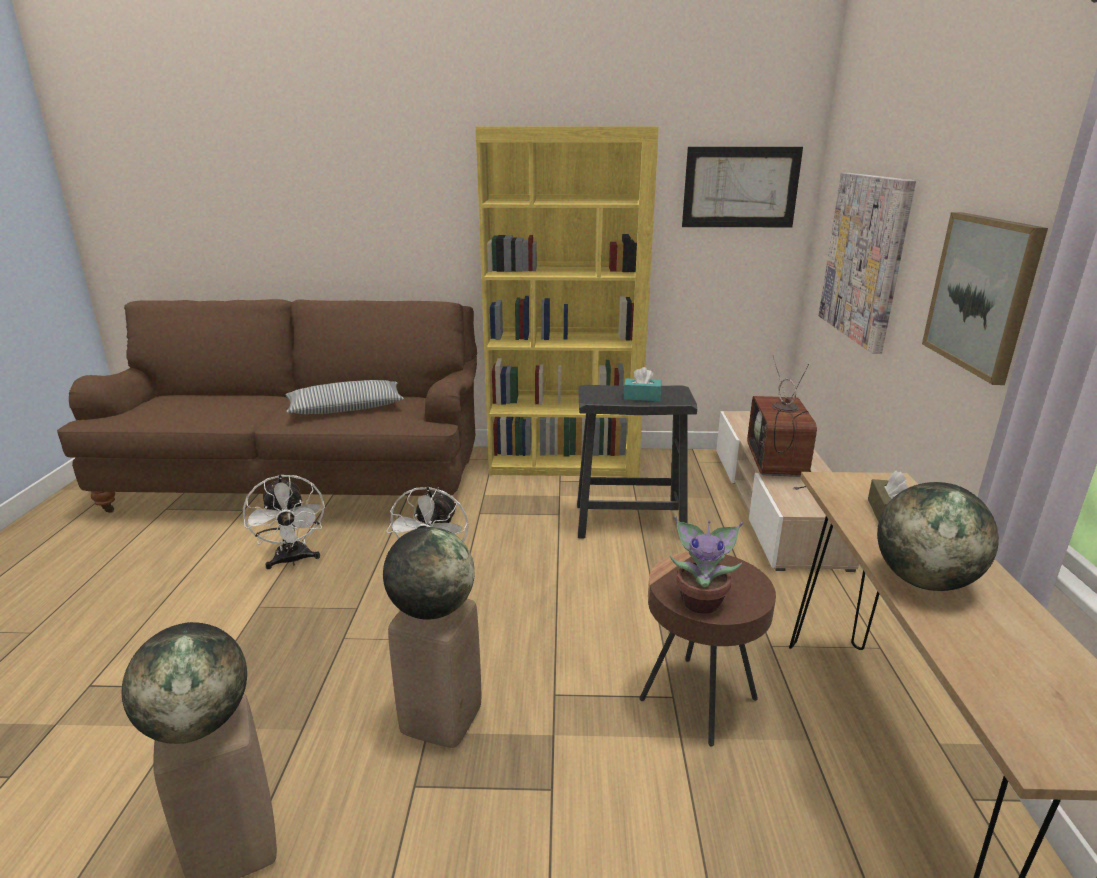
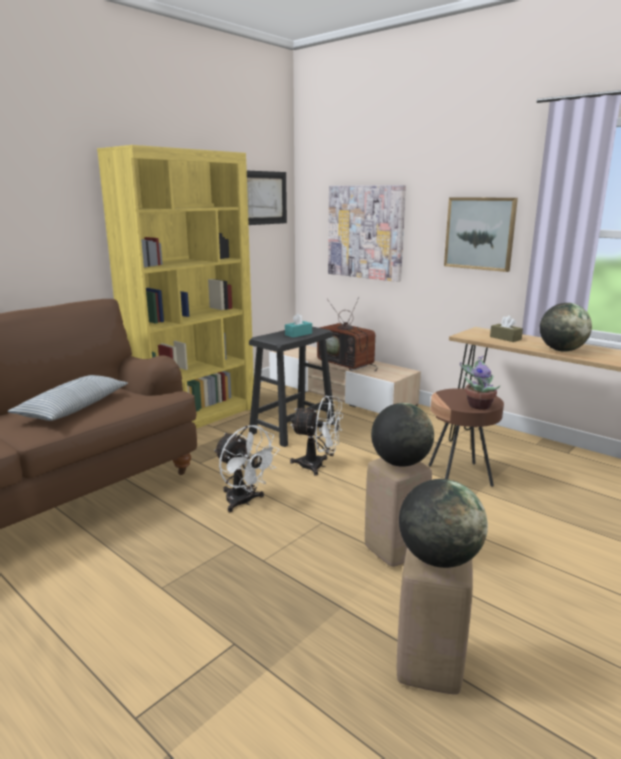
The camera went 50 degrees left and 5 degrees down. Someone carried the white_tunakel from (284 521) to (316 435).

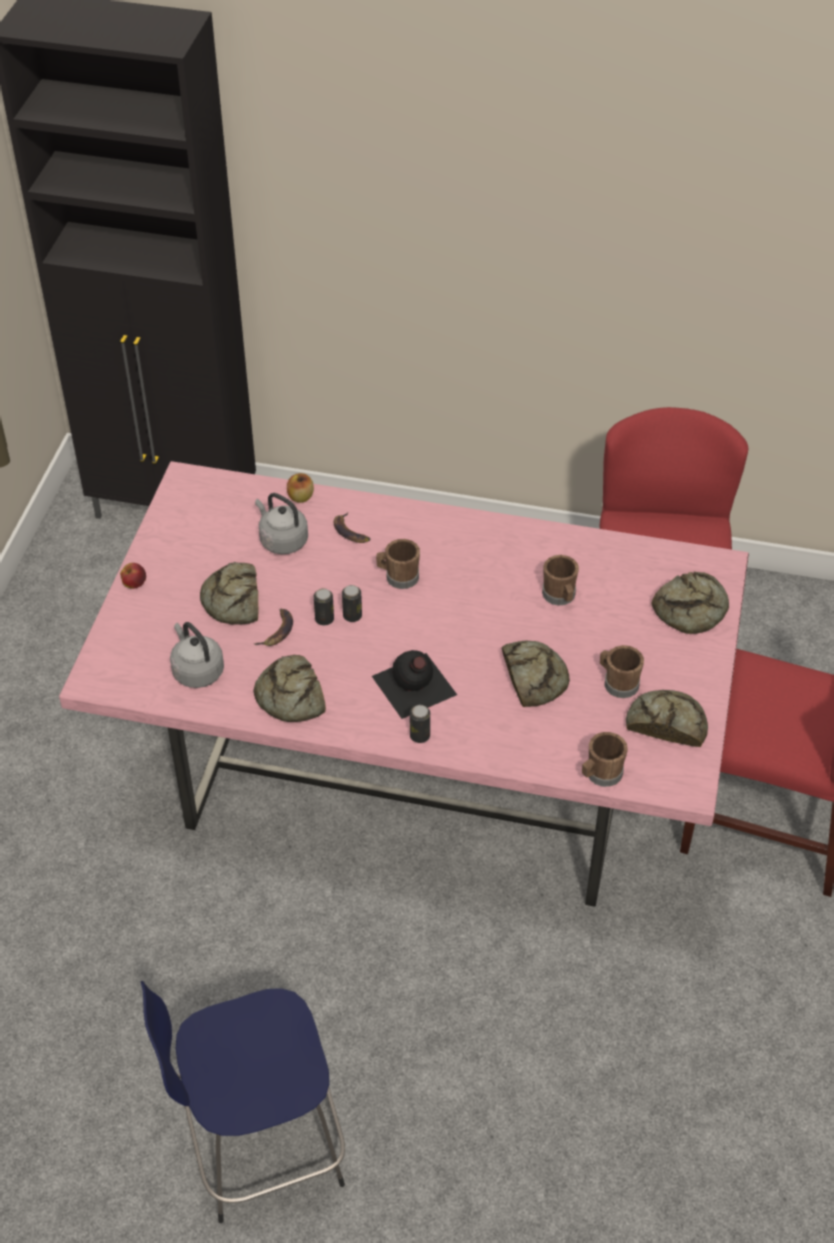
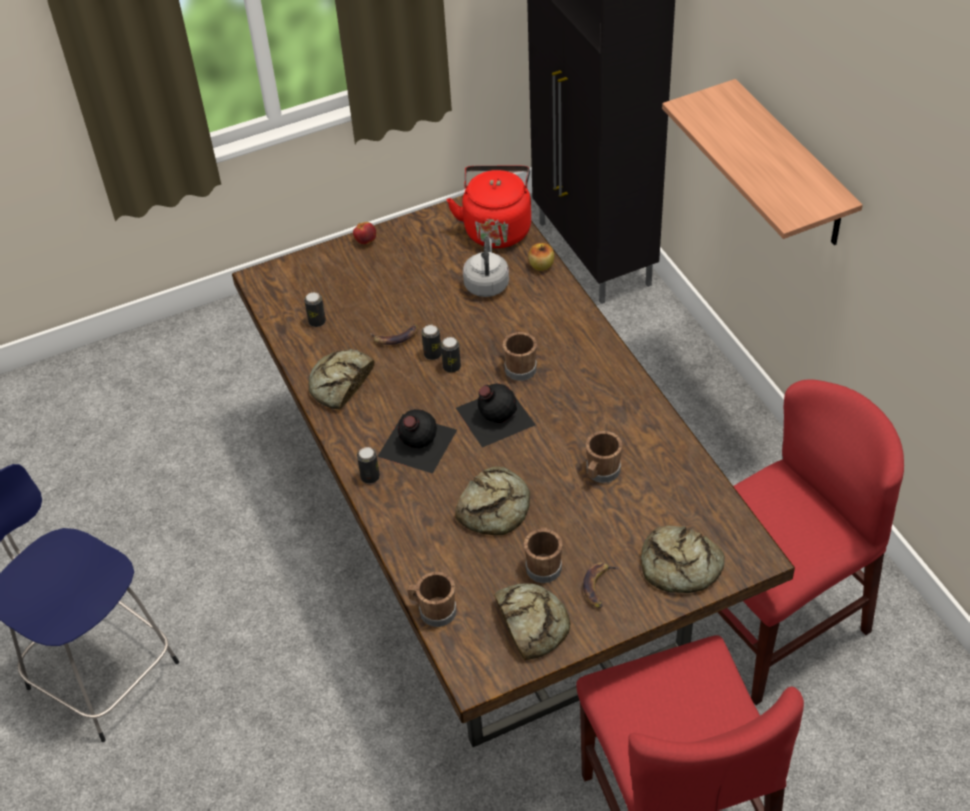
The camera went 55 degrees right and 0 degrees up. Someone took away the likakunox at (229 593). Someone put down the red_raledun at (489 207). Someone put down the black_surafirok at (495 415). Someone put up the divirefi at (762 162). Someone carried the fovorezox from (352 527) to (601 585). Someone swapped the grey_raledun at (197 655) for the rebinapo at (315 309). Someone repainted the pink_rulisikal at (404 684), which became the brown_rulisikal at (513 471).

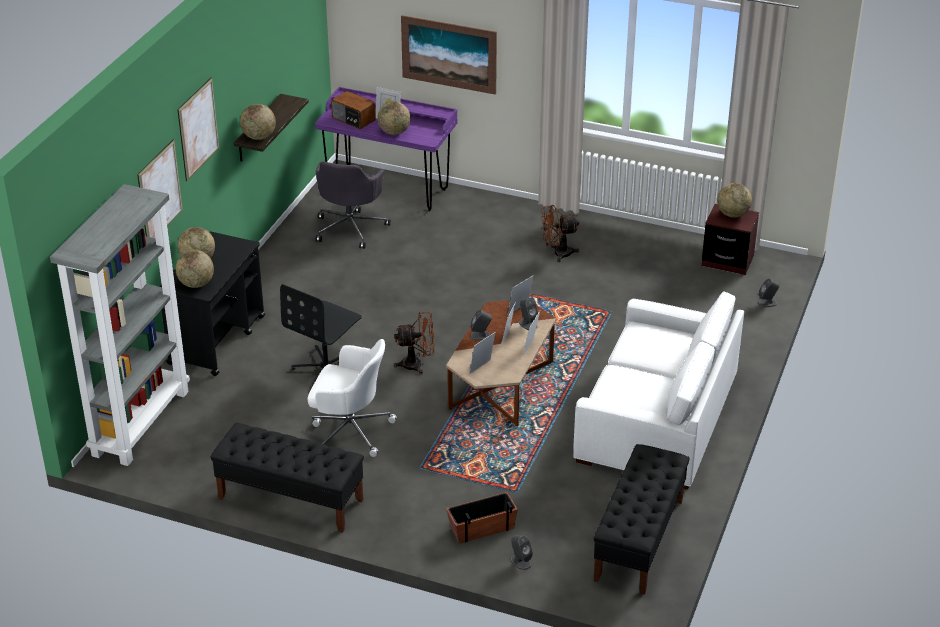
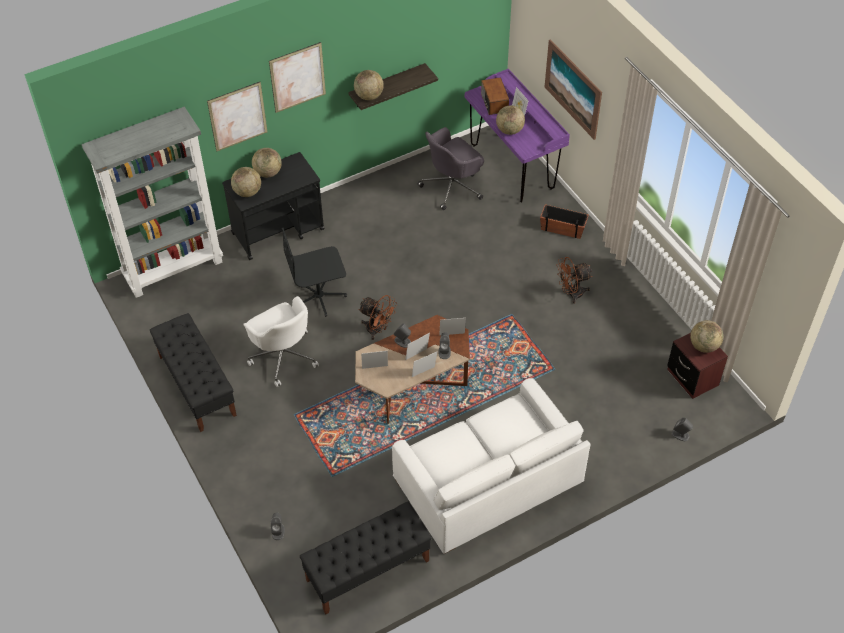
The camera went 40 degrees right and 15 degrees up. Someone carried the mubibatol from (482 518) to (564 221). Someone rotated the brown_tunakel at (560 233) by 45 degrees counterclockwise.

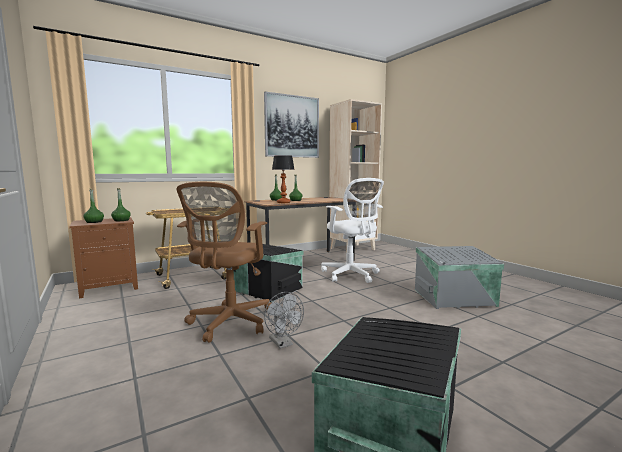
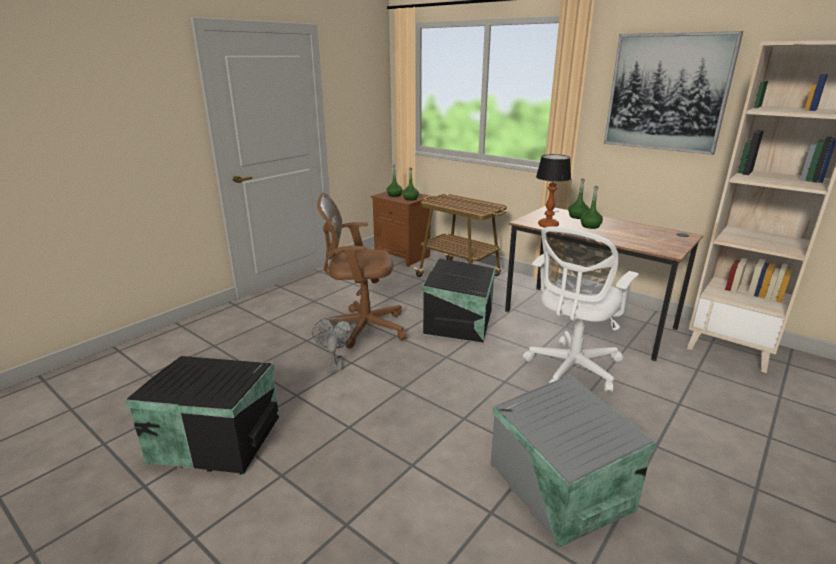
The camera went 70 degrees right and 15 degrees up. Someone rotated the grey_tunakel at (284 320) by 135 degrees clockwise.

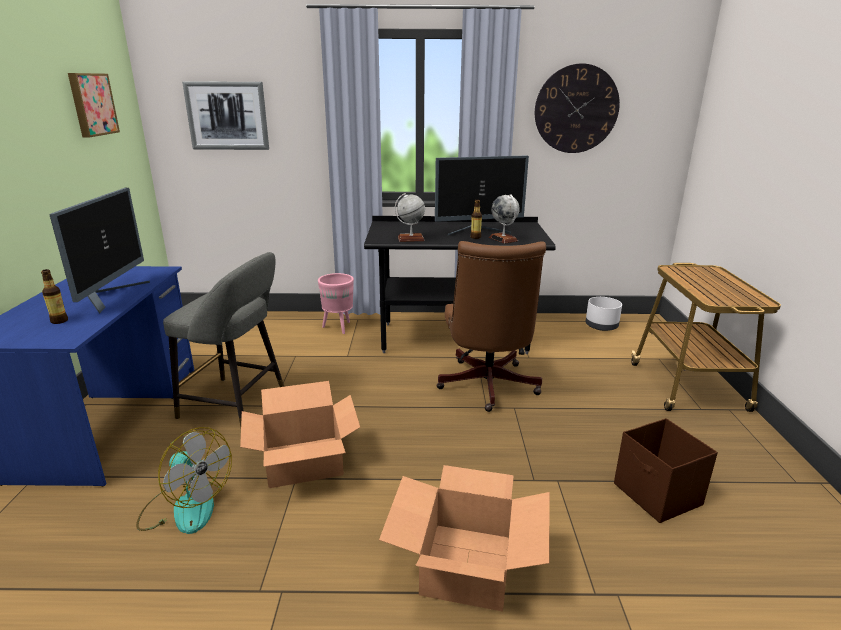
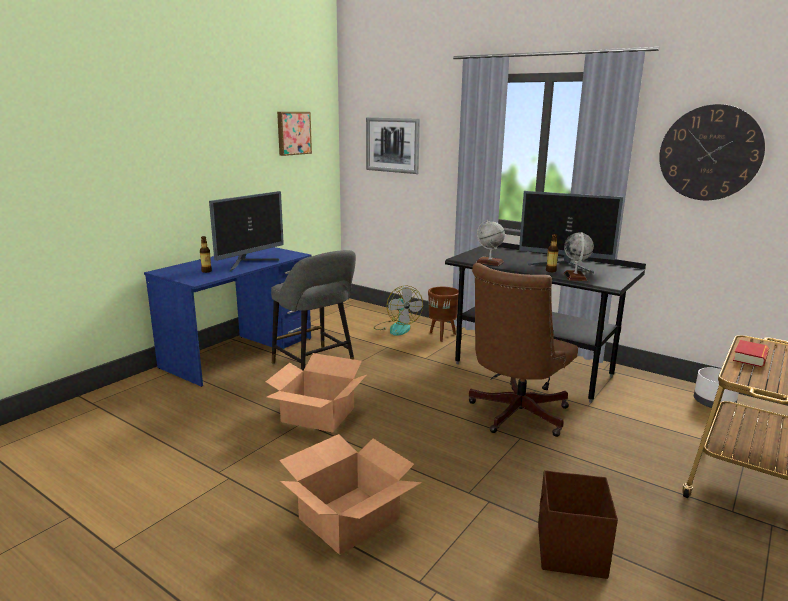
The camera went 35 degrees right and 5 degrees down. Someone put down the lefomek at (751 353). Someone carried the tunakel from (184 480) to (398 310). Someone repainted the pink_mubibatol at (336 303), which became the brown_mubibatol at (443 314).

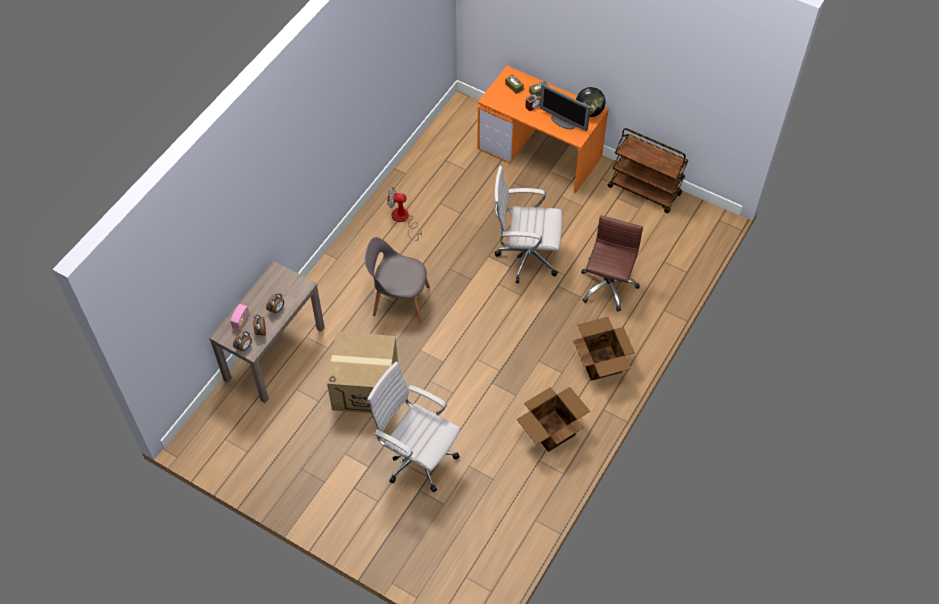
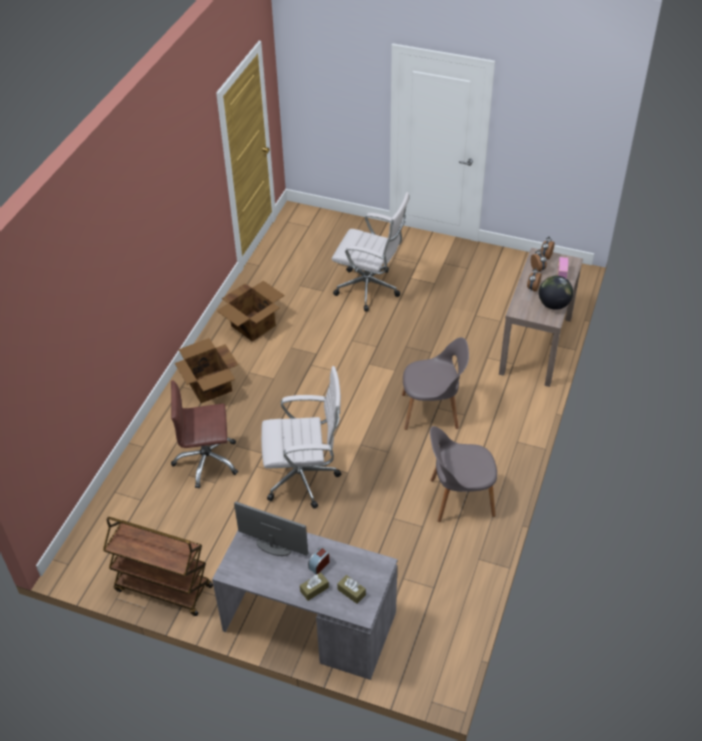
The camera went 170 degrees right and 10 degrees down. Someone took away the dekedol at (362 372). Someone carried the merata from (590 102) to (556 293). Someone swapped the tunakel at (404 214) for the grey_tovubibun at (463 474). Someone repainted the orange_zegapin at (543 130), which became the grey_zegapin at (305 605). Someone rotated the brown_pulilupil at (612 263) by 75 degrees clockwise.

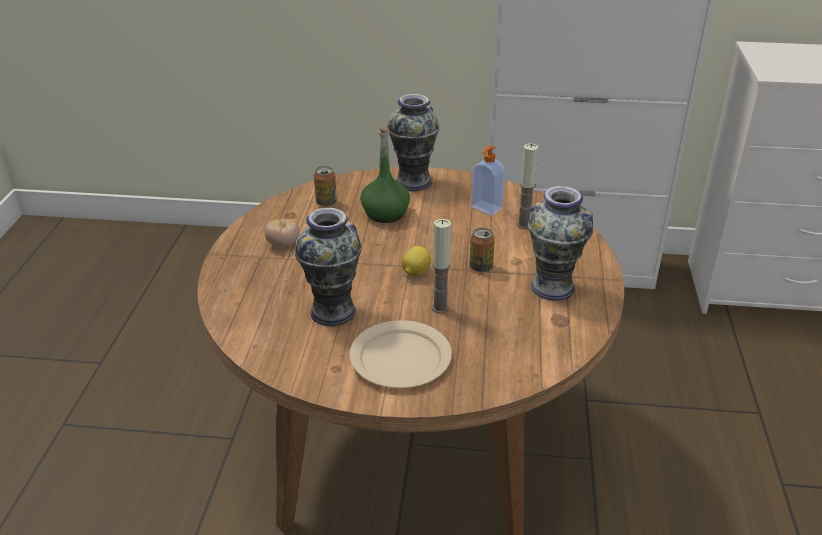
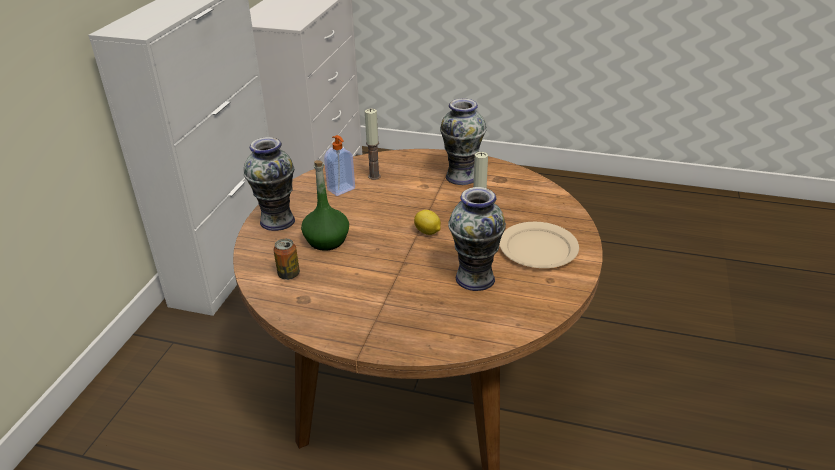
The camera went 80 degrees left and 0 degrees up. Someone took away the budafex at (281 233). Someone took away the rebinapo at (482 250).

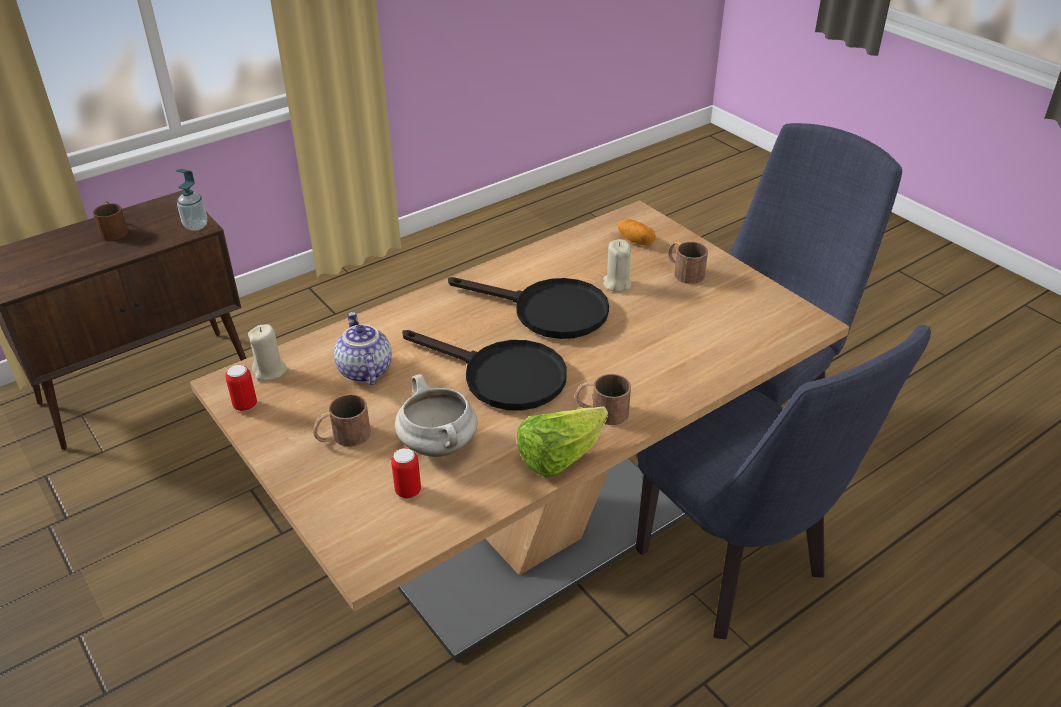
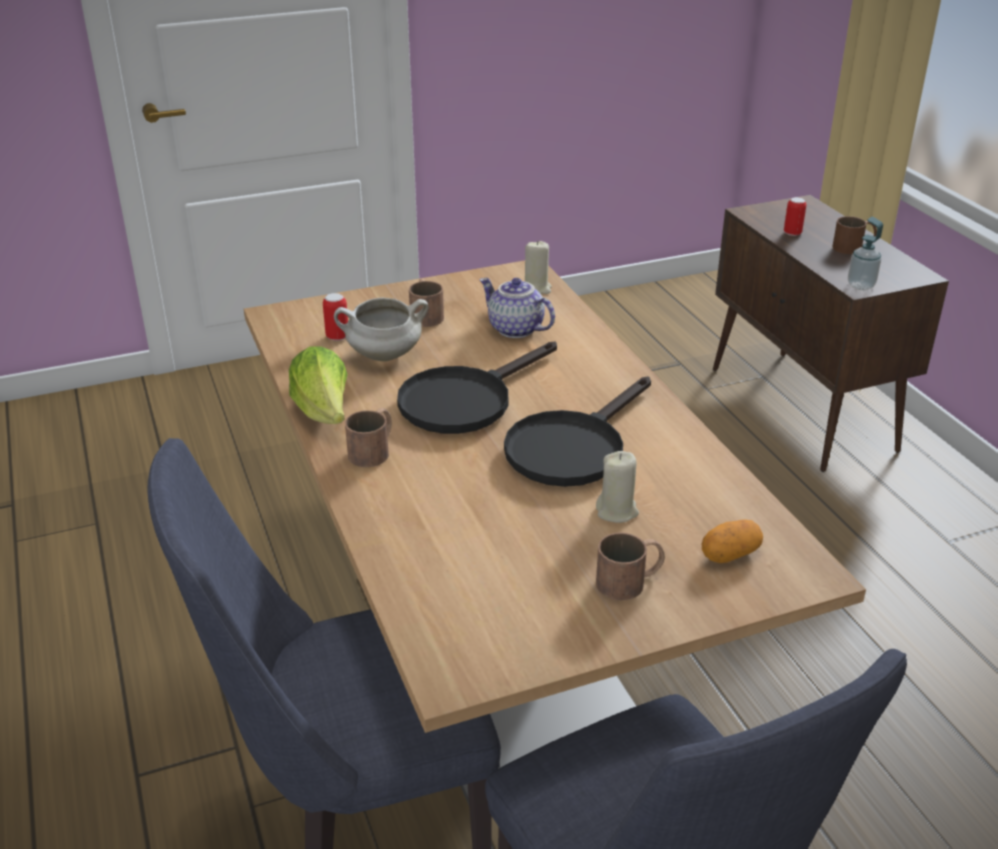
The camera went 105 degrees right and 5 degrees down. Someone carried the rebinapo from (241 388) to (795 216). Someone rotated the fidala at (363 348) by 135 degrees counterclockwise.

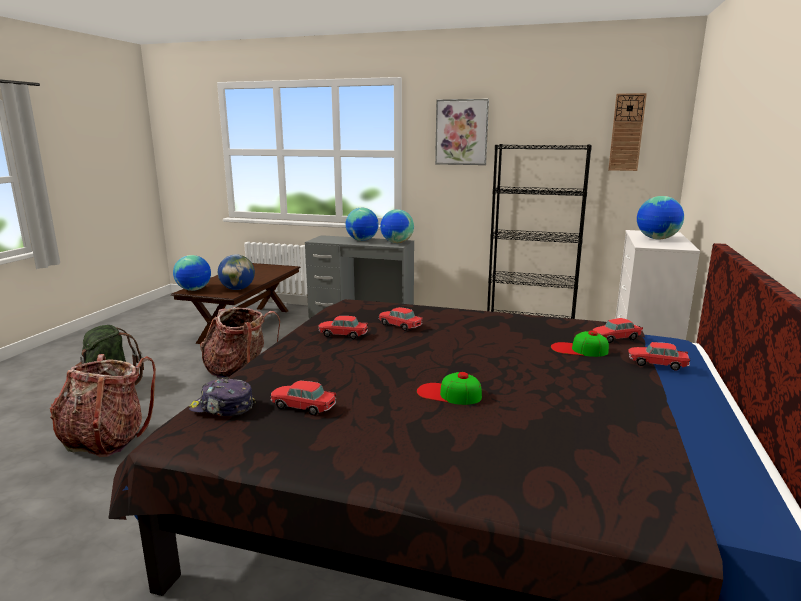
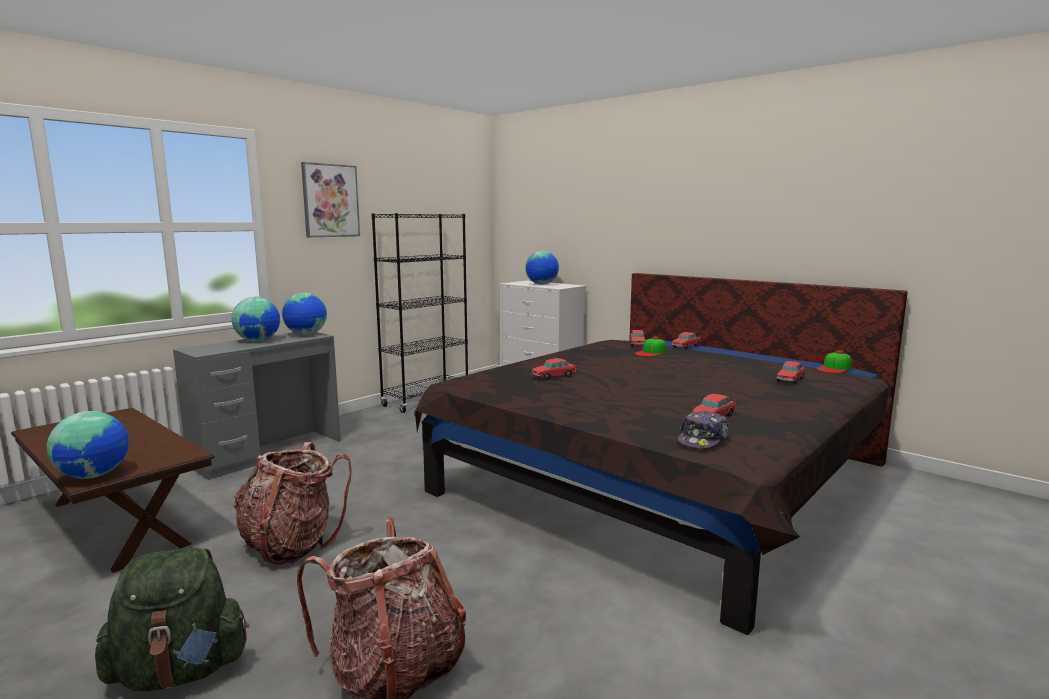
The camera went 65 degrees left and 5 degrees down. Someone took away the merata at (236 272). Someone took away the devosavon at (627 132). Someone carried the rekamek from (343 327) to (791 372). Someone carried the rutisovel from (449 388) to (834 361).

